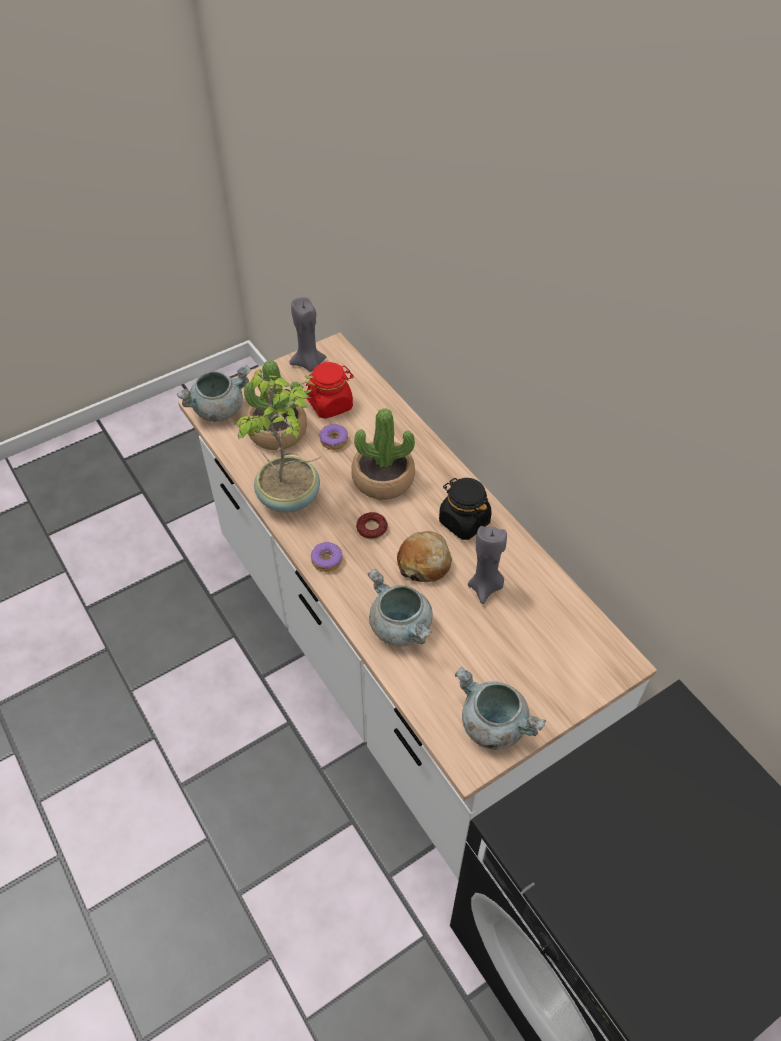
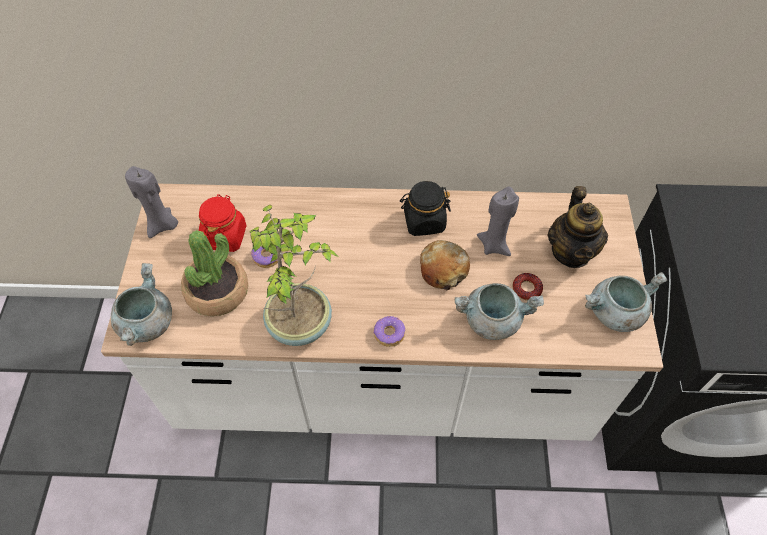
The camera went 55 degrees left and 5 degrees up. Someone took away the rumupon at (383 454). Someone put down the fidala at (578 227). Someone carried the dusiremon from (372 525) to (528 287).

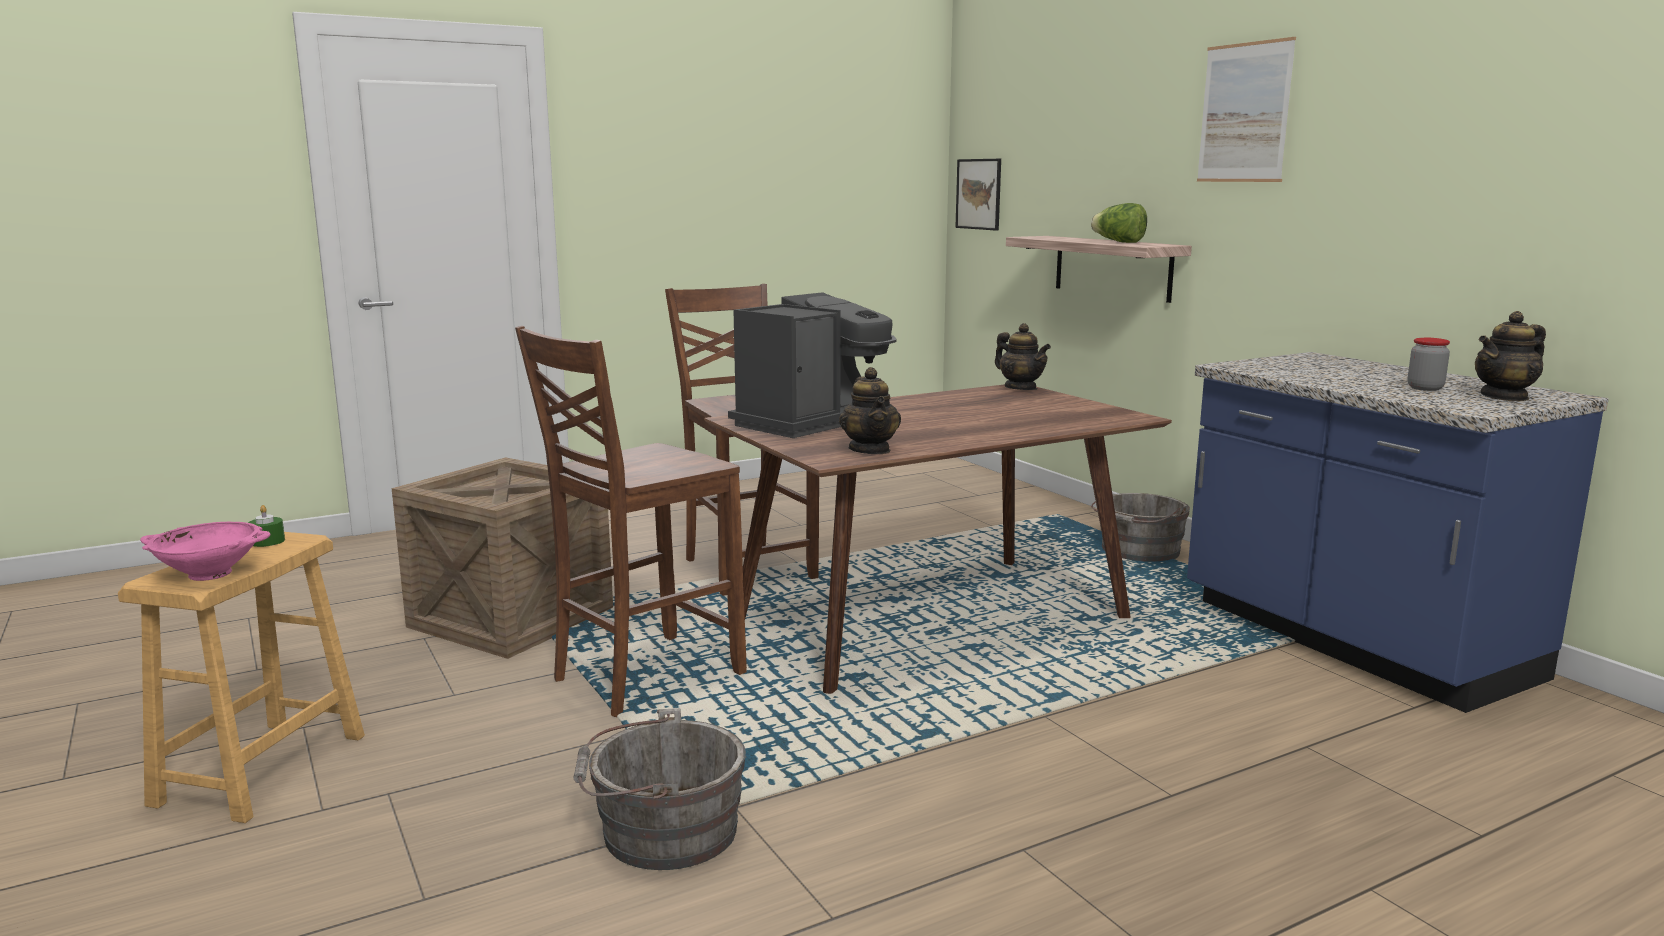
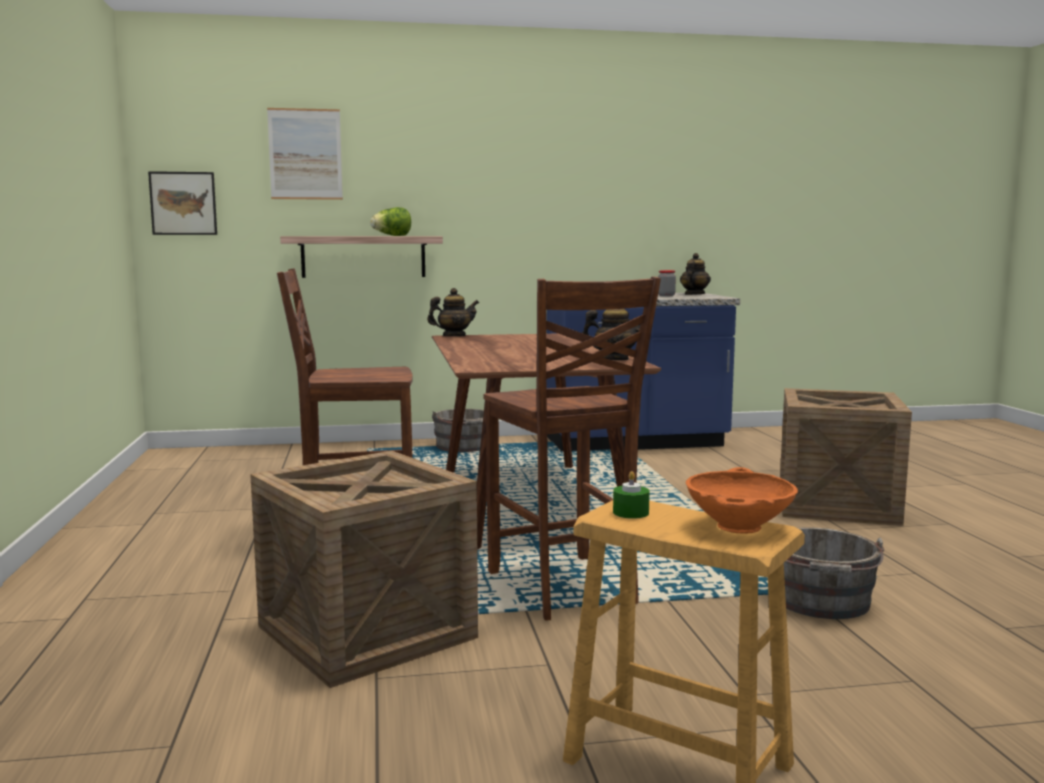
The camera went 70 degrees left and 5 degrees down. Someone took away the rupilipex at (812 365). Someone put down the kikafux at (846 457). Someone carried the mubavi from (1246 109) to (305 154). Someone repainted the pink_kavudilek at (205 551), which became the orange_kavudilek at (742 500). Someone rotated the fidala at (1510 356) by 150 degrees counterclockwise.

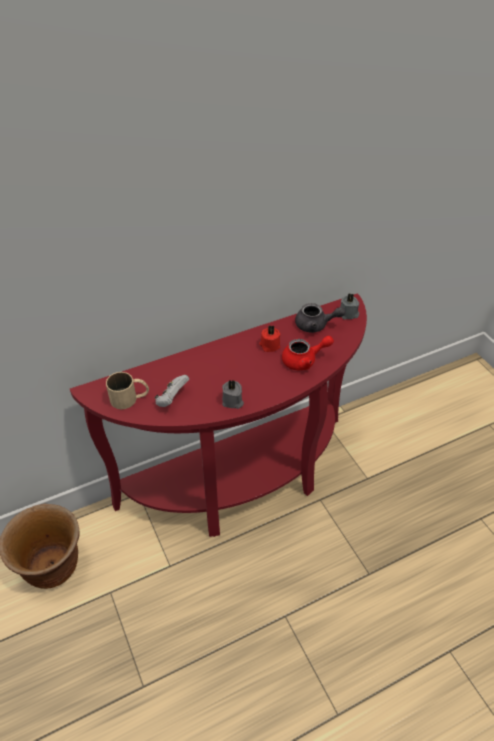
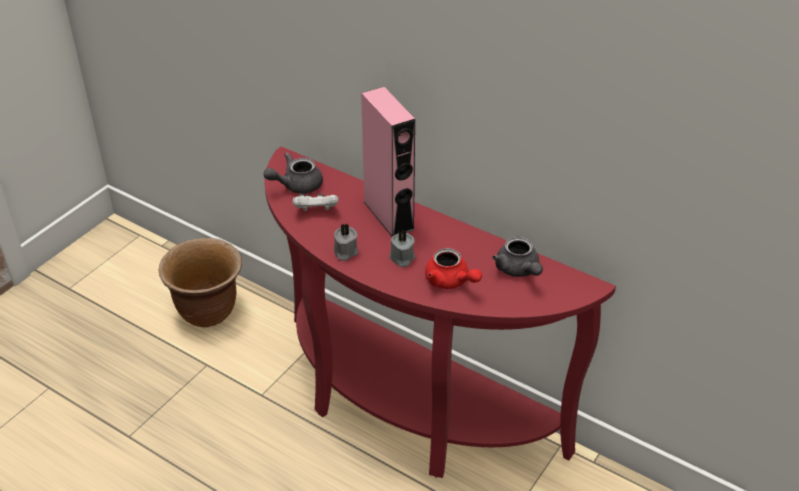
The camera went 60 degrees right and 5 degrees down. Someone took away the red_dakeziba at (270 339). Someone put down the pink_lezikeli at (388 162). Someone carried the grey_dakeziba from (349 306) to (402 248). Someone swapped the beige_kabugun at (127 390) for the grey_fidala at (293 173).

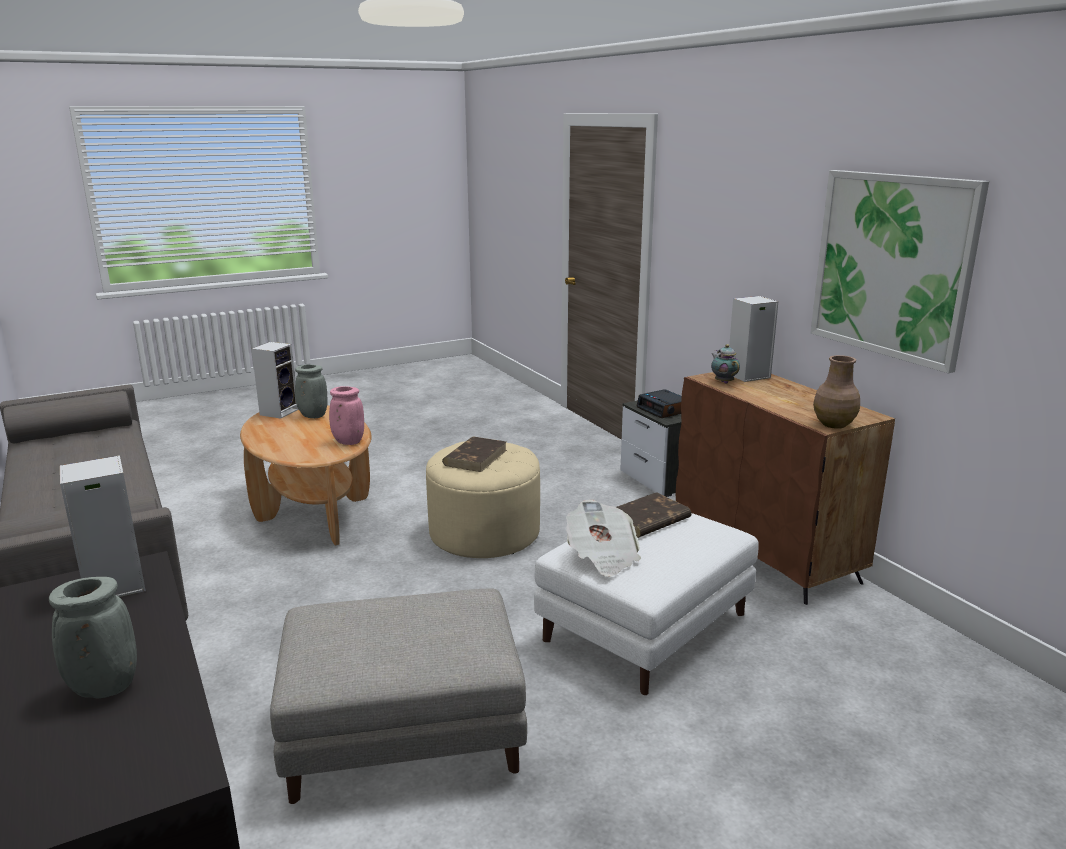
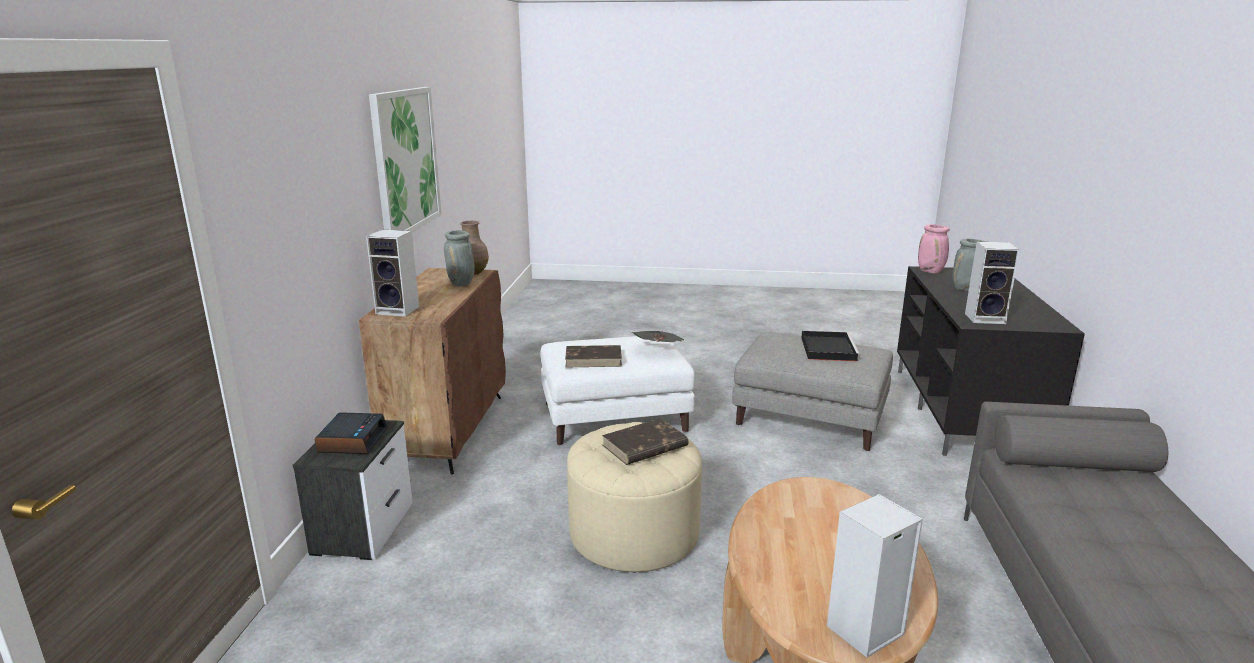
The camera went 145 degrees left and 0 degrees up. Someone took away the fidala at (725 364). Someone put down the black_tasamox at (830 346). Someone carried the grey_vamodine from (311 391) to (459 258). Someone carried the pink_vamodine from (346 415) to (933 249).

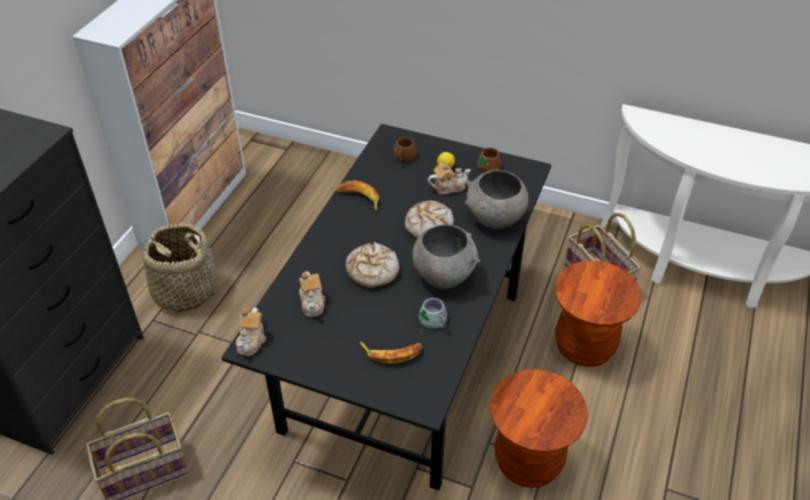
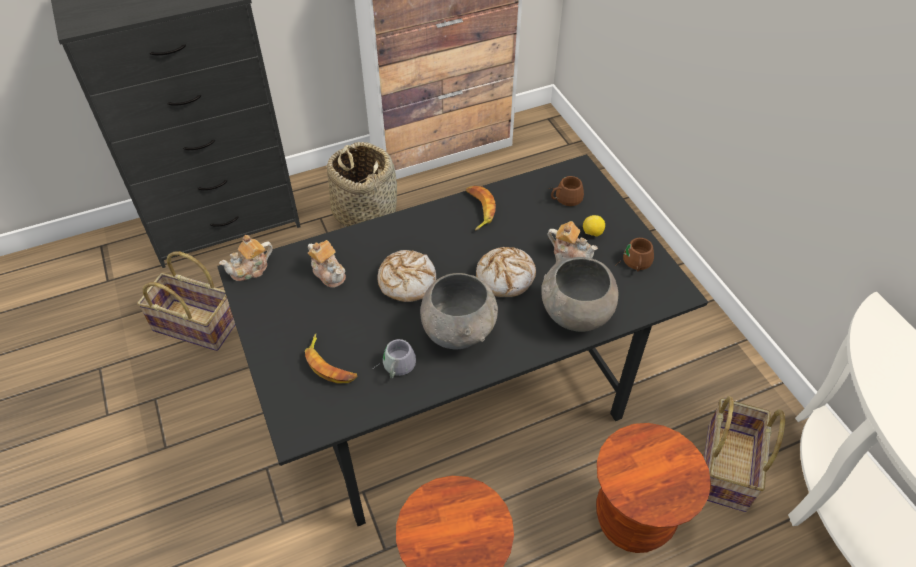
The camera went 45 degrees right and 5 degrees up. Someone rotated the fidala at (312 294) by 75 degrees counterclockwise.

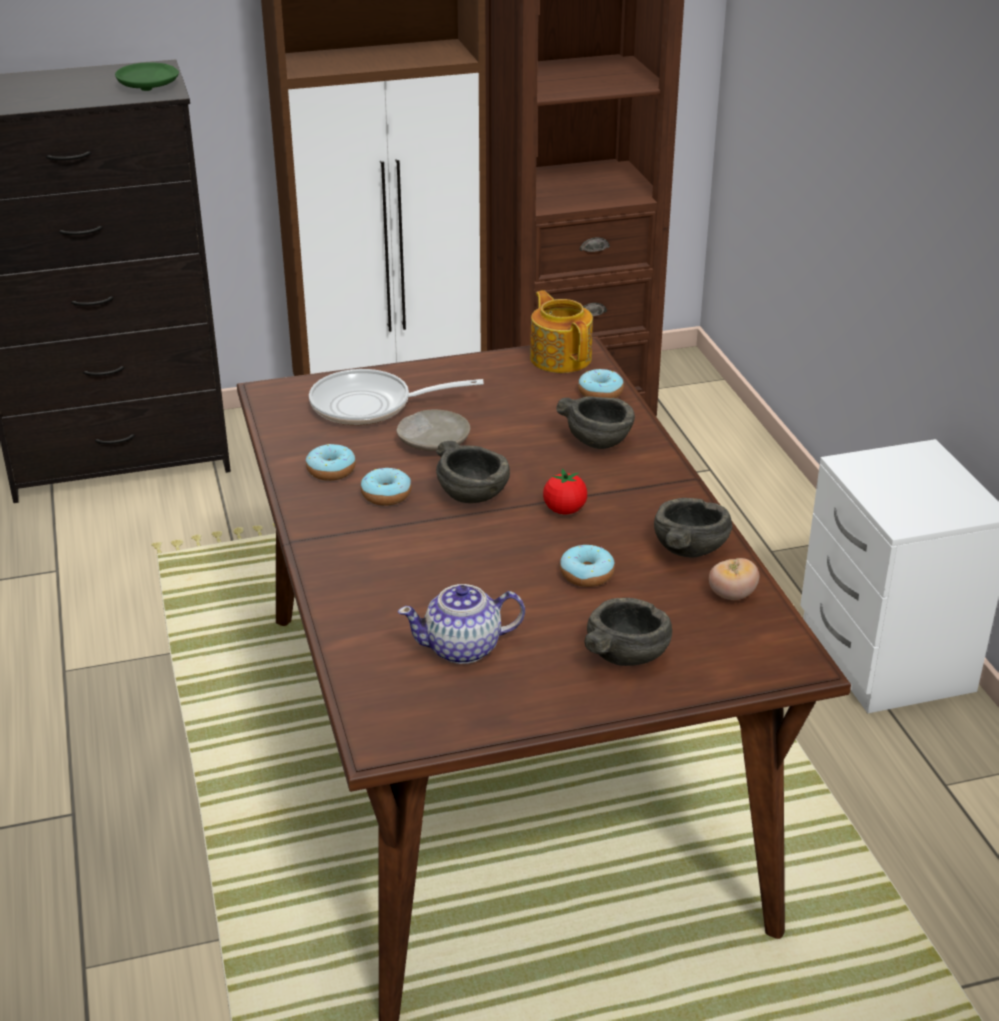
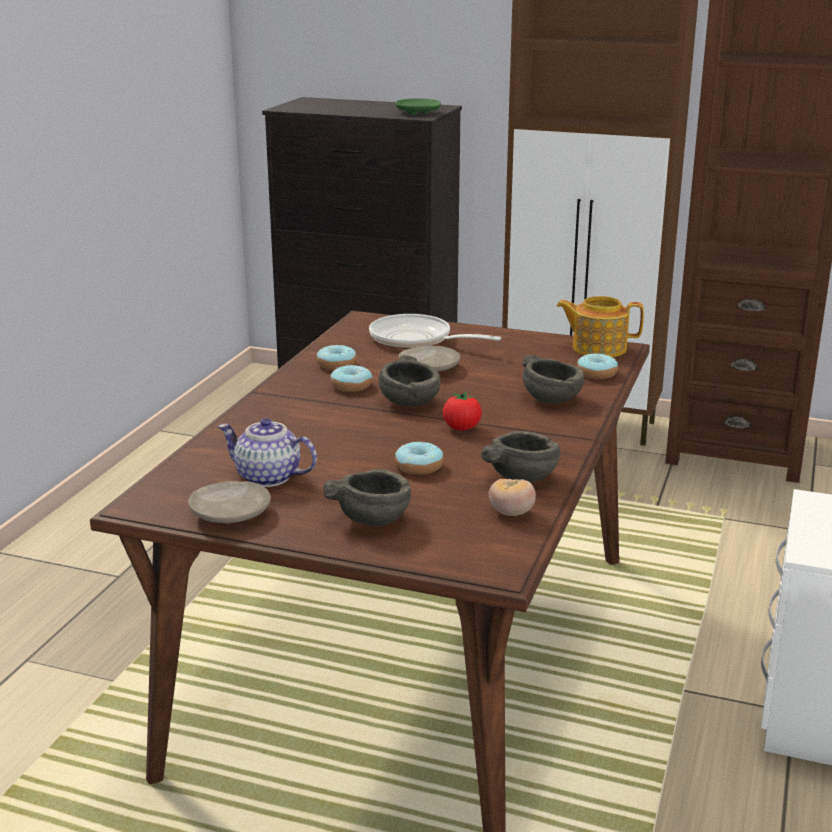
The camera went 35 degrees right and 10 degrees down. Someone put down the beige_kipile at (229 502). Someone rotated the fidala at (561 331) by 90 degrees counterclockwise.

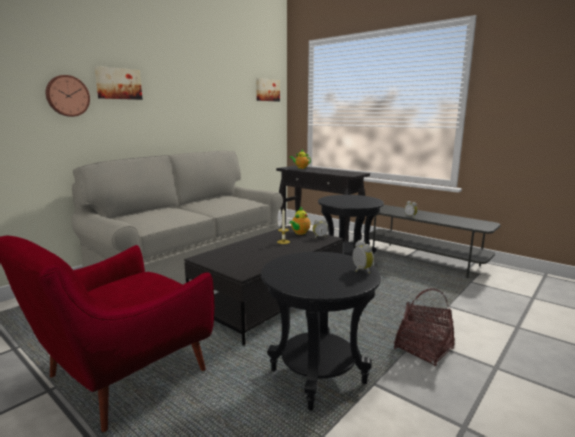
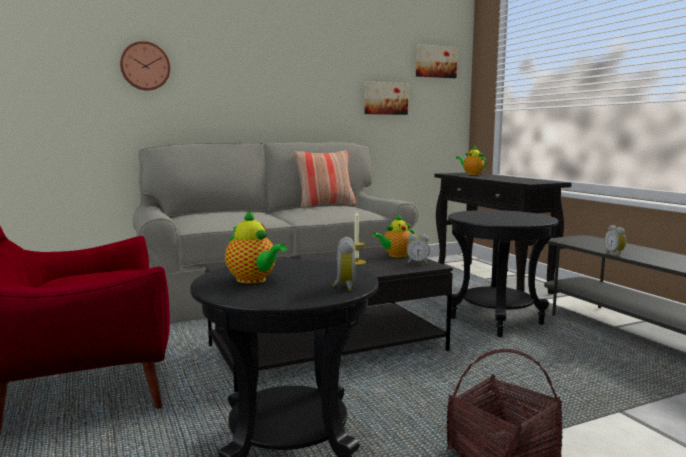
The camera went 25 degrees right and 5 degrees down. Someone put down the fidala at (256 247). Someone put down the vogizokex at (325 179). Someone carried the mubavi from (118 83) to (386 98).

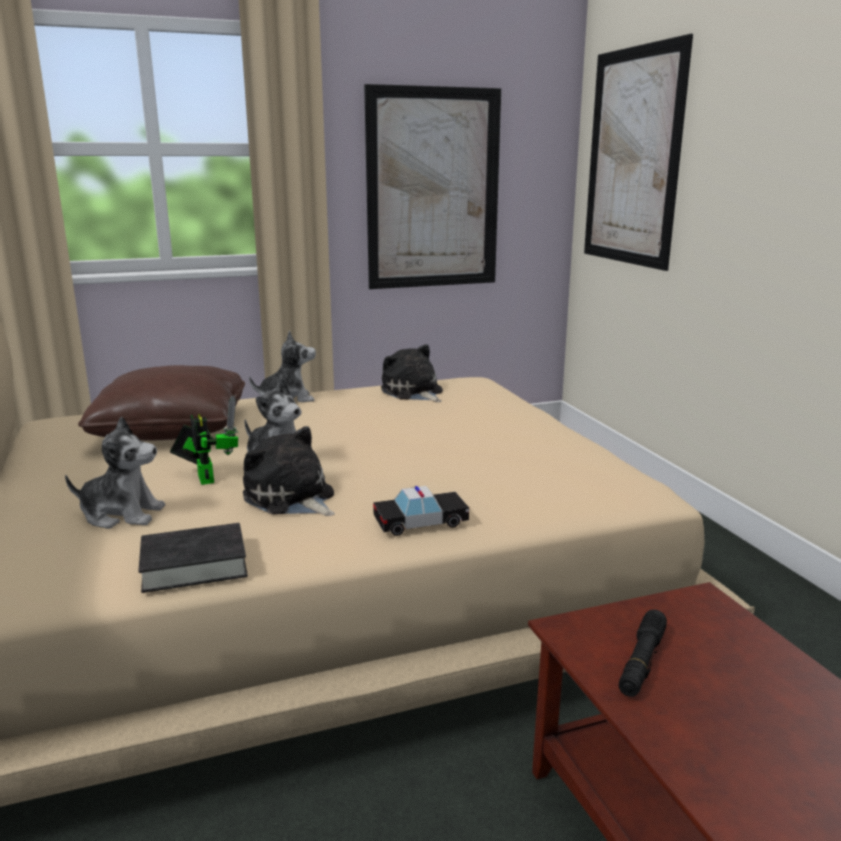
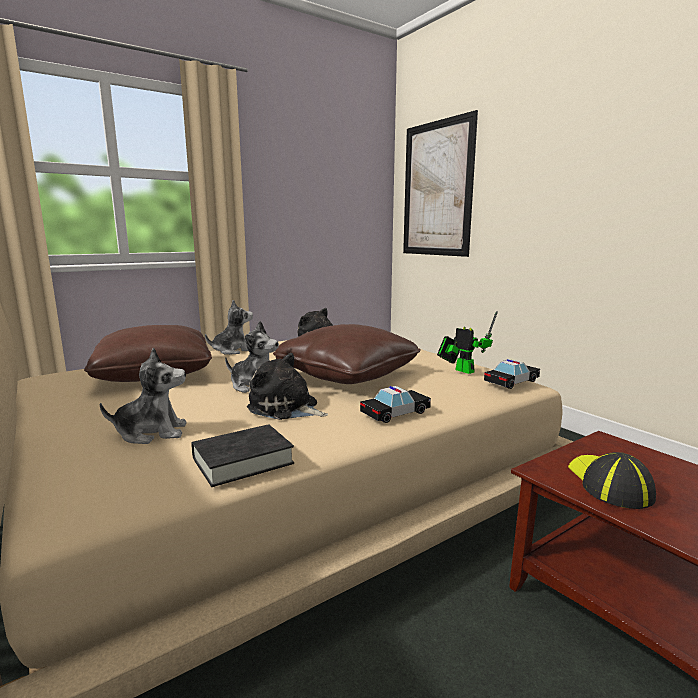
The camera went 15 degrees left and 5 degrees down. Someone took away the mubavi at (432 186). Someone put down the brown_vogizokex at (347 354). Someone put down the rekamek at (512 374). Someone carried the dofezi from (204 440) to (467 342). Someone swapped the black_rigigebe at (643 653) for the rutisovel at (612 480).

